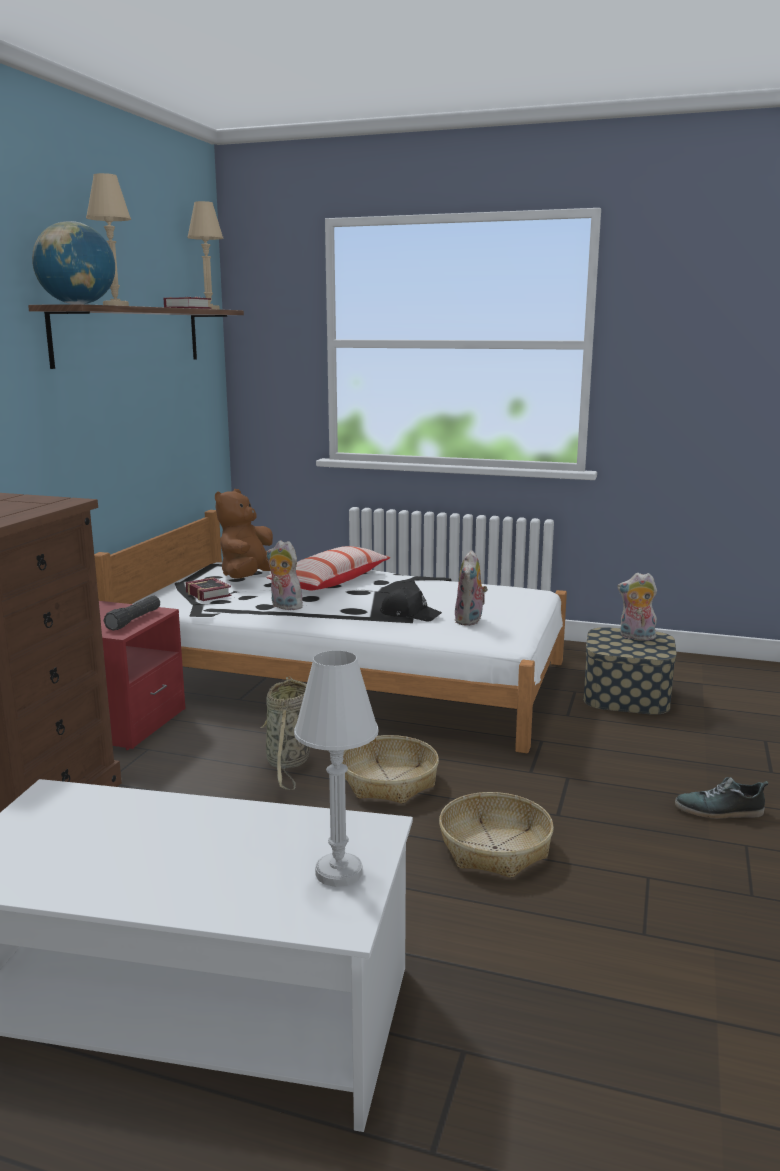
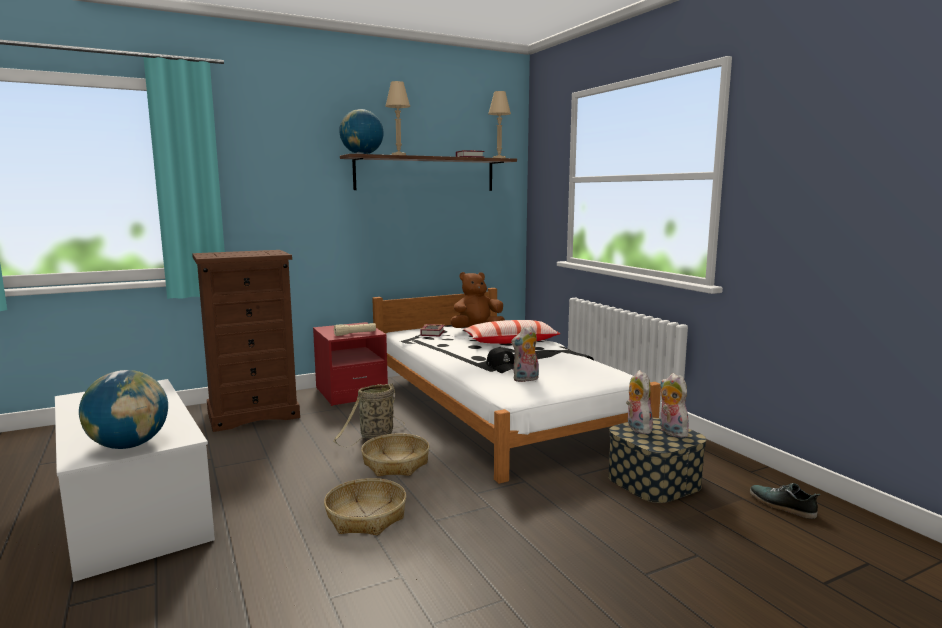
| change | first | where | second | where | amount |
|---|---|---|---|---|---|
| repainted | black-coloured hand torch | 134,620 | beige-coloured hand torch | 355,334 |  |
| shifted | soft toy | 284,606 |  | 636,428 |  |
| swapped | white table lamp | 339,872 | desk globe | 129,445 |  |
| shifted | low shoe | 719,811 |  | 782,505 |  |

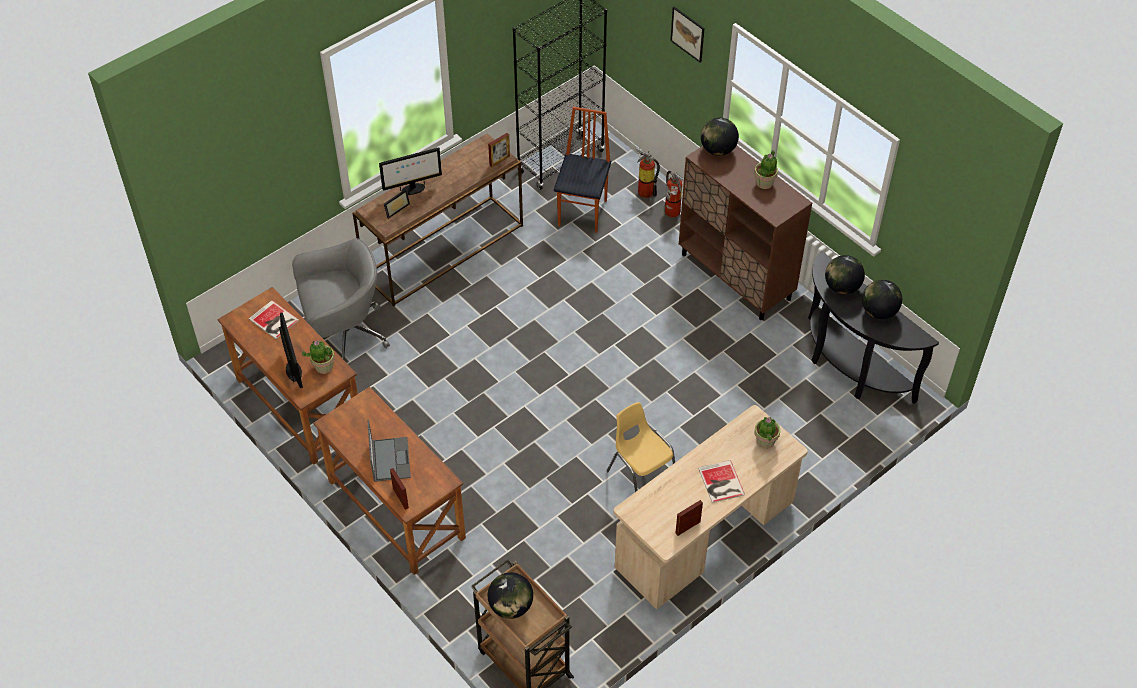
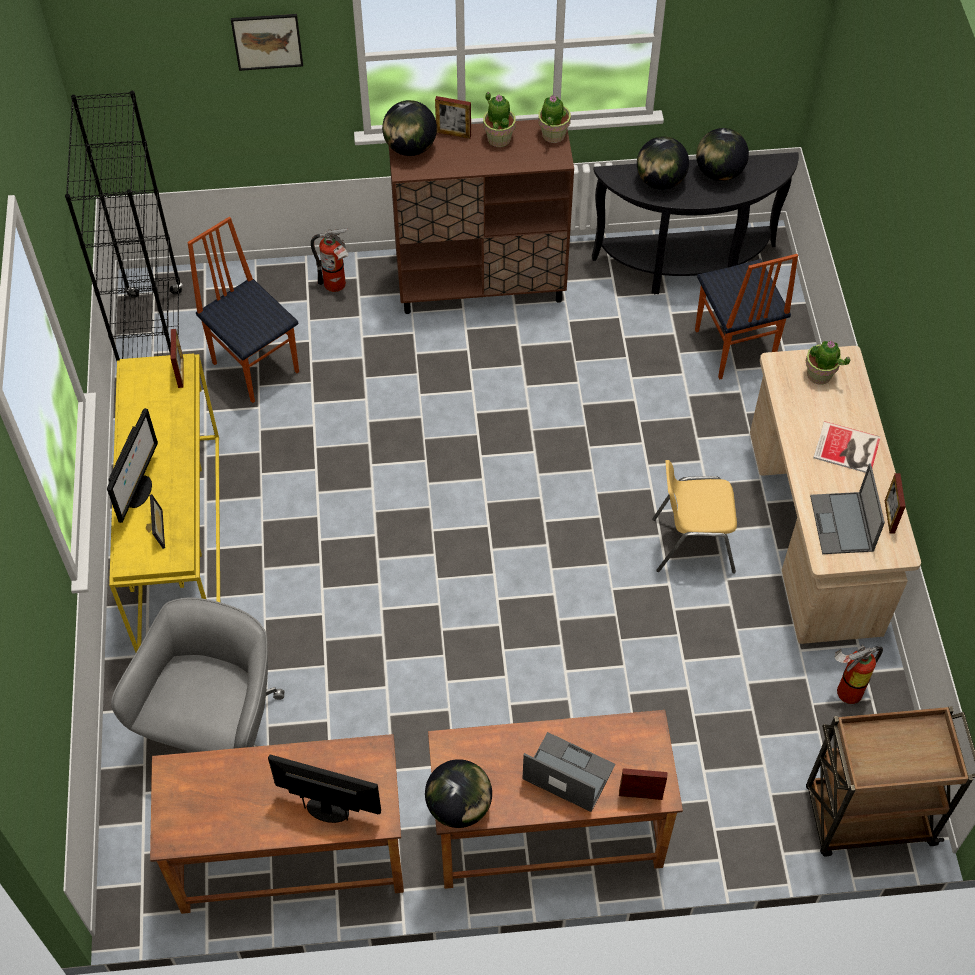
| change | first | where | second | where | amount |
|---|---|---|---|---|---|
| gone | bound book | 274,321 |  |  |  |
| shifted | plant in a pot | 323,366 |  | 553,135 |  |
| repainted | brown console table | 444,249 | yellow-coloured console table | 178,542 |  |
| shifted | desk globe | 511,606 |  | 459,806 |  |
| shifted | fire extinguisher | 644,190 |  | 845,691 |  |
| new |  |  | picture frame | 453,134 |  |
| new |  |  | chair | 732,348 |  |
| new |  |  | laptop | 842,524 |  |

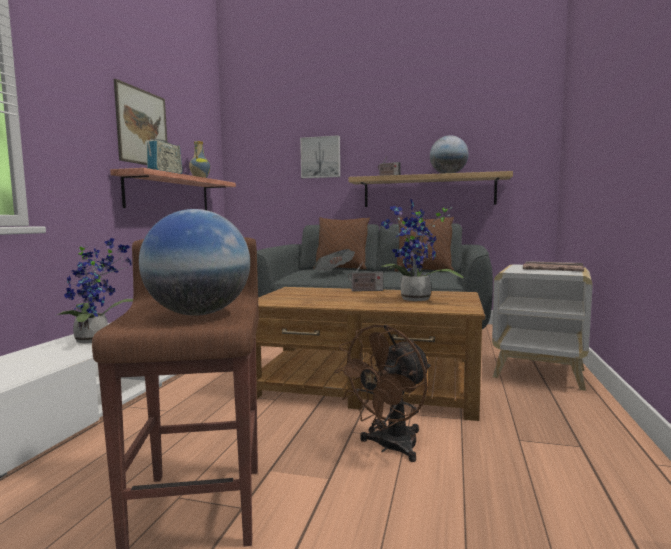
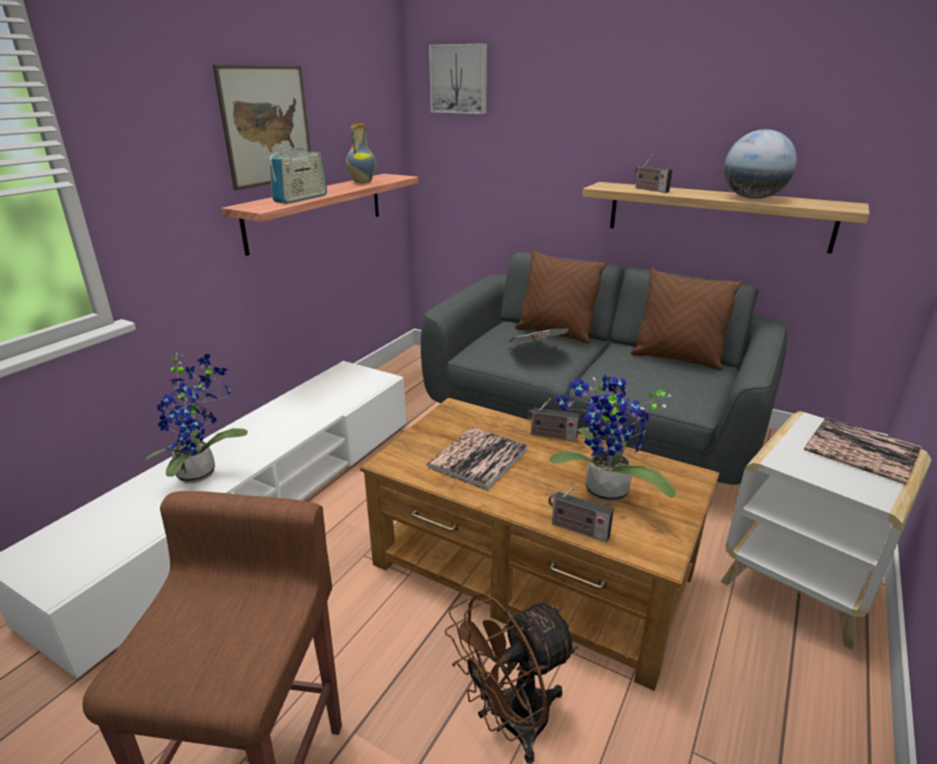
| change | first | where | second | where | amount |
|---|---|---|---|---|---|
| gone | desk globe | 198,314 |  |  |  |
| shifted | picture | 321,157 |  | 459,79 |  |
| new |  |  | bound book | 478,458 |  |
| new |  |  | radio receiver | 577,529 |  |

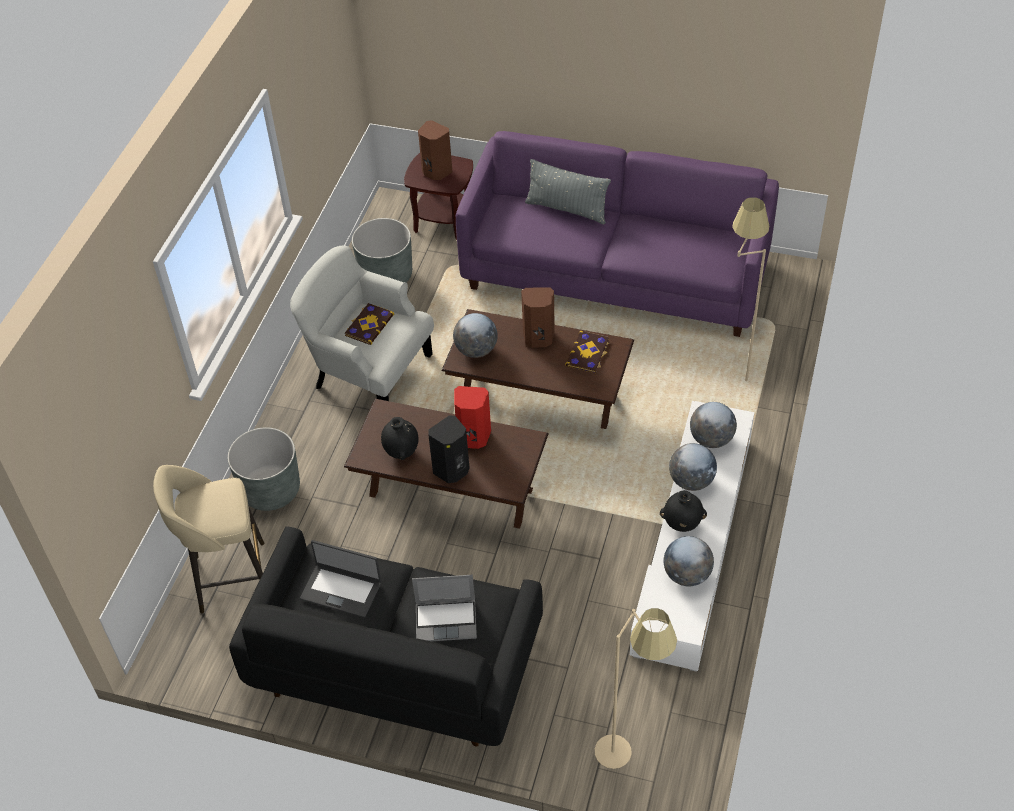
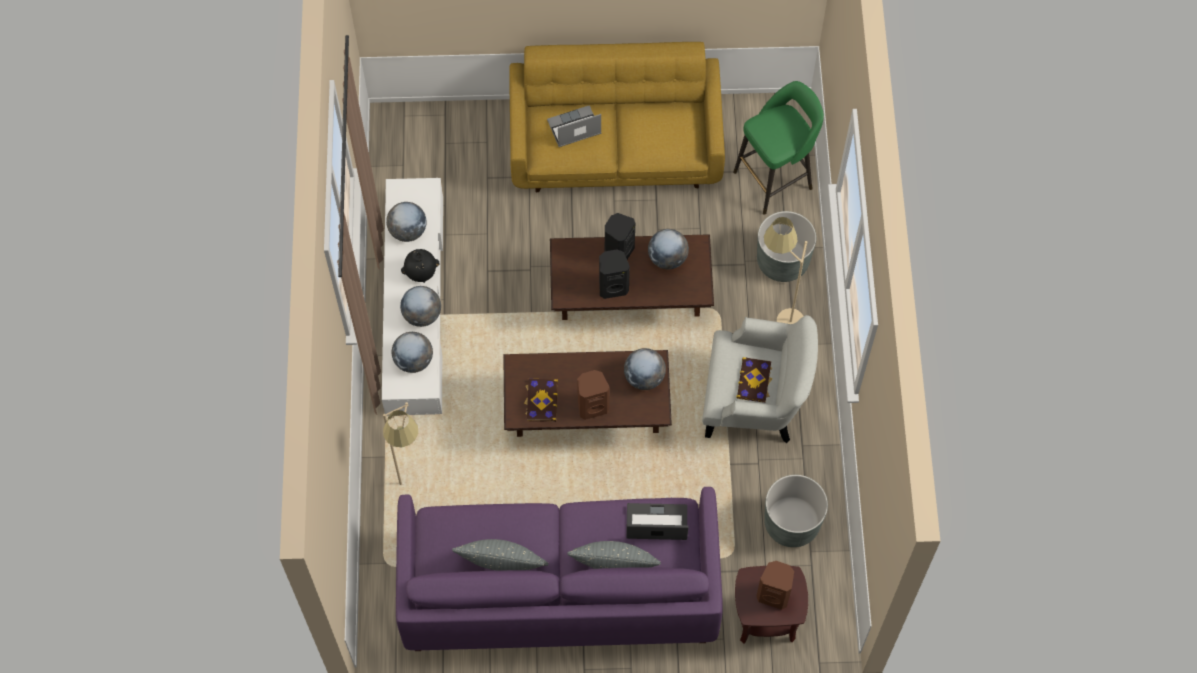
| change | first | where | second | where | amount |
|---|---|---|---|---|---|
| repainted | beige-coloured sitting stool | 229,577 | green sitting stool | 775,179 |  |
| repainted | black-coloured settee | 395,664 | yellow-coloured settee | 616,147 |  |
| shifted | laptop | 341,590 |  | 656,523 |  |
| swapped | black-coloured vase | 401,451 | desk globe | 667,258 |  |
| repainted | red loudspeaker | 473,438 | black-coloured loudspeaker | 612,286 |  |
| shifted | beige-coloured floor lamp | 630,754 |  | 777,322 |  |
| new |  |  | grey cushion | 501,563 |  |

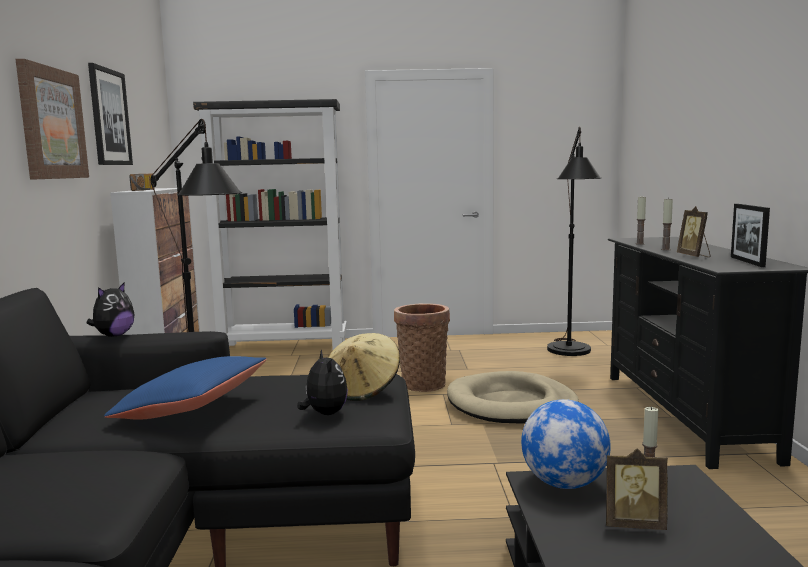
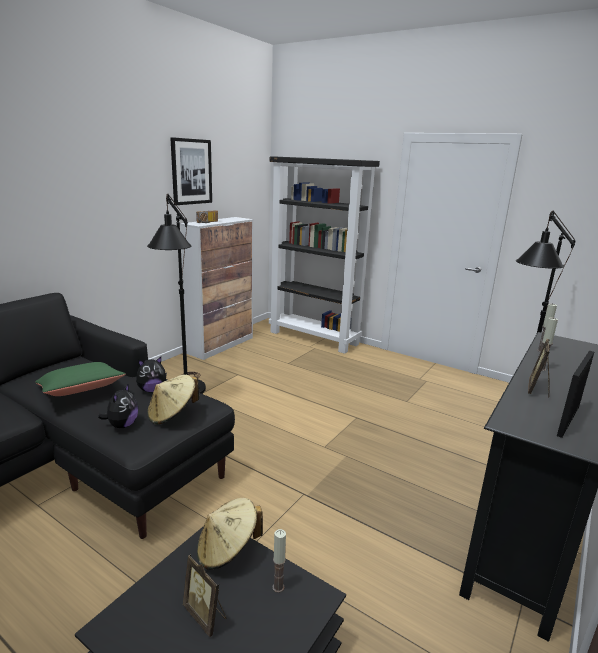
| change | first | where | second | where | amount |
|---|---|---|---|---|---|
| gone | picture | 51,123 |  |  |  |
| shifted | soft toy | 114,335 |  | 152,390 |  |
| repainted | blue-coloured cushion | 191,409 | green cushion | 81,391 |  |
| gone | household basket | 423,383 |  |  |  |
| gone | beige-coloured dog cushion | 511,404 |  |  |  |
| swapped | desk globe | 564,484 | beige-coloured hat | 227,550 |  |

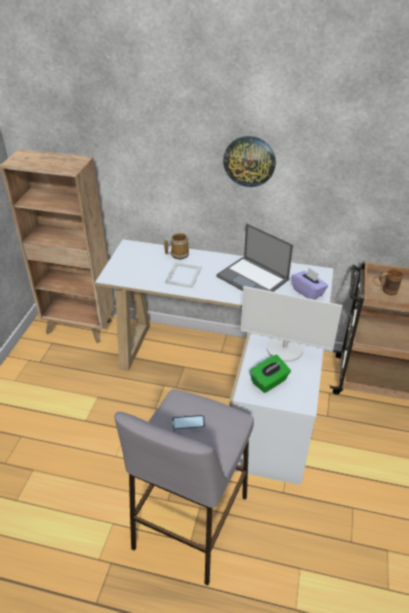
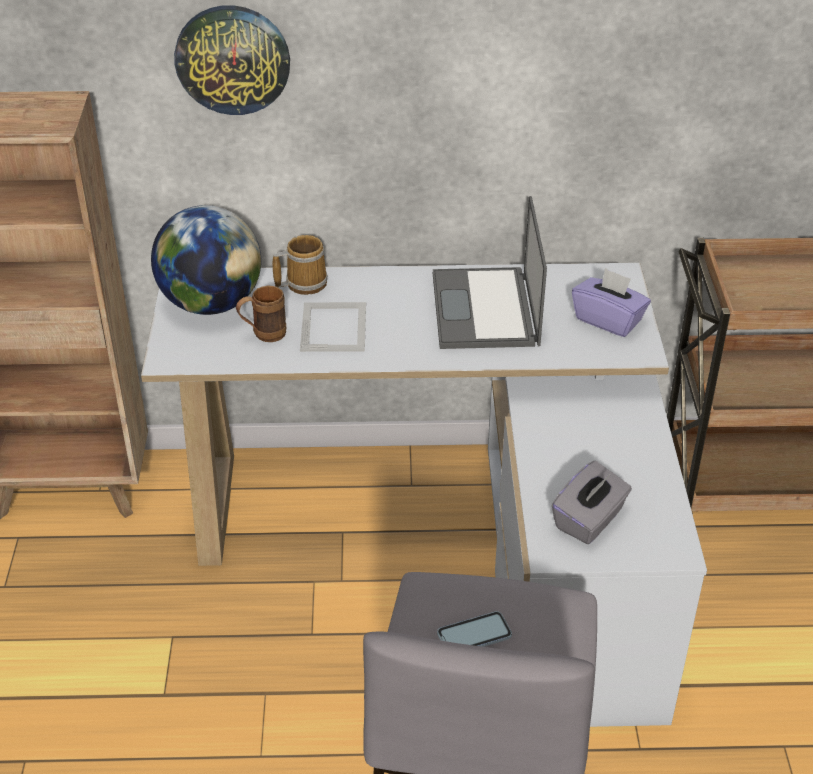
| change | first | where | second | where | amount |
|---|---|---|---|---|---|
| rotated | laptop | 253,278 |  | 485,310 | 60 degrees clockwise |
| shifted | hanging clock | 249,161 |  | 232,59 |  |
| gone | monitor | 285,348 |  |  |  |
| repainted | green box of tissues | 269,382 | grey box of tissues | 589,520 |  |
| shifted | brown mug | 386,291 |  | 263,335 |  |
| new |  |  | desk globe | 211,303 |  |

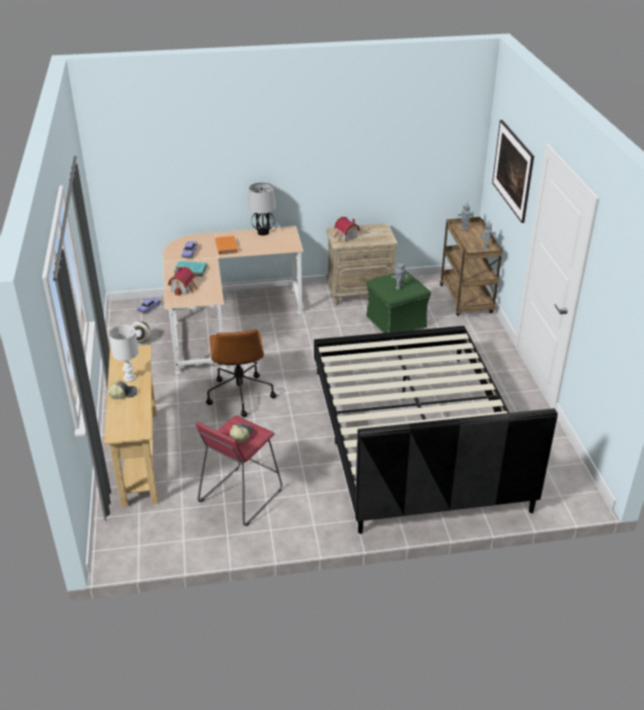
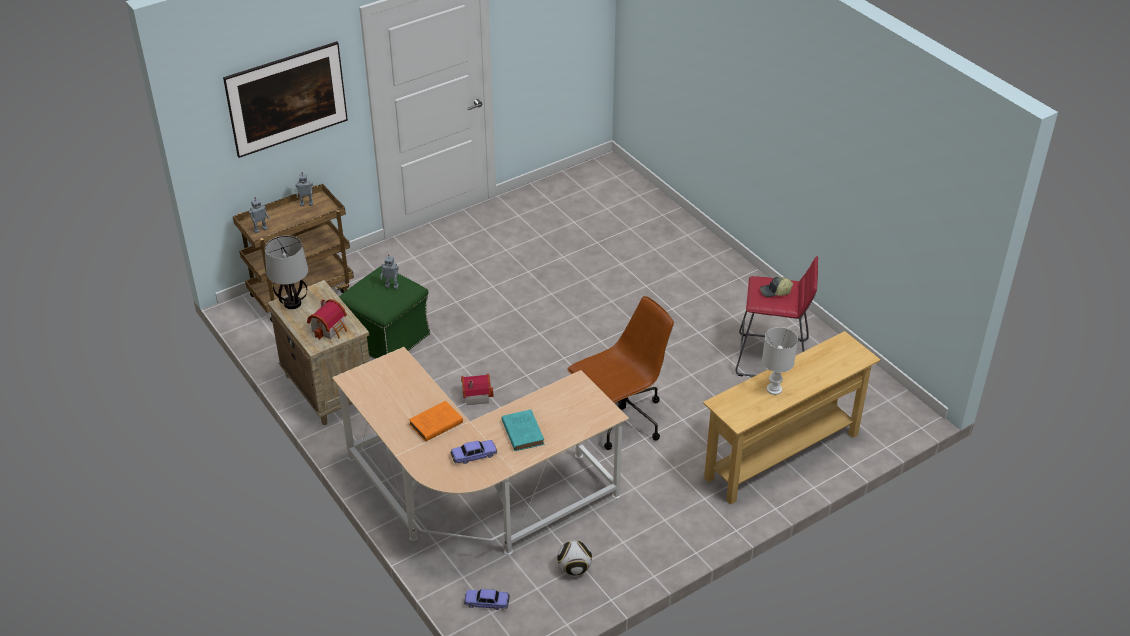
| change | first | where | second | where | amount |
|---|---|---|---|---|---|
| gone | cap | 123,394 |  |  |  |
| shifted | toy house | 184,288 |  | 475,395 |  |
| shifted | table lamp | 263,232 |  | 293,303 |  |
| gone | black-coloured bed | 414,436 |  |  |  |

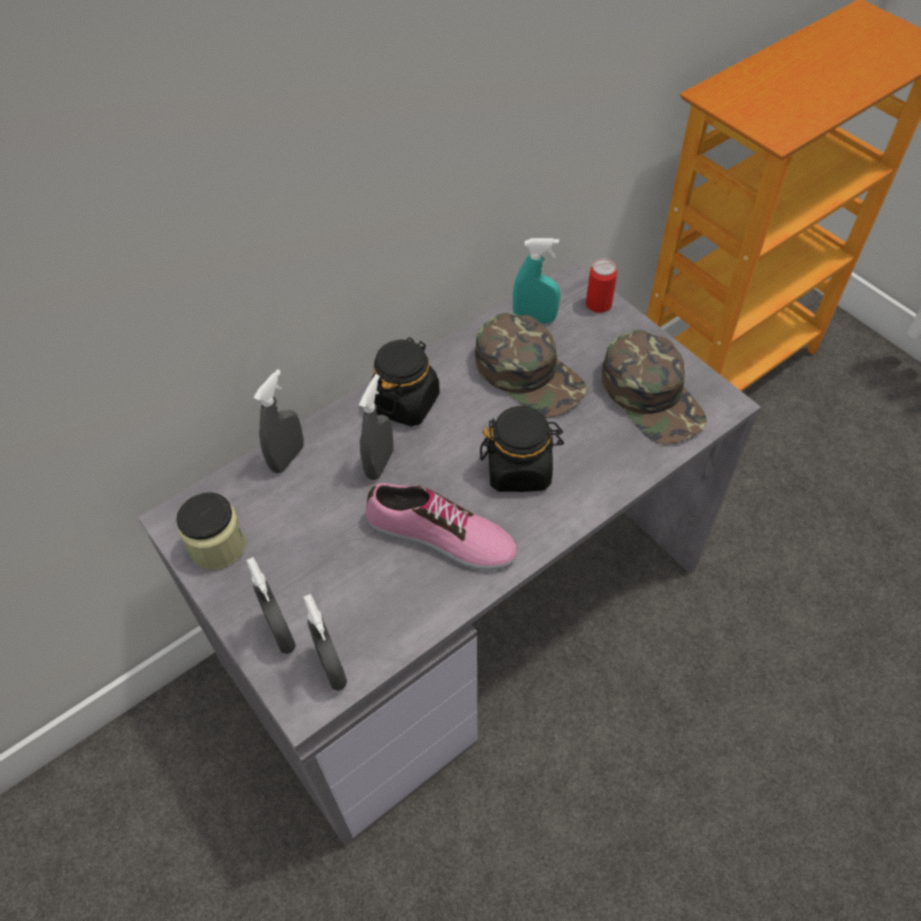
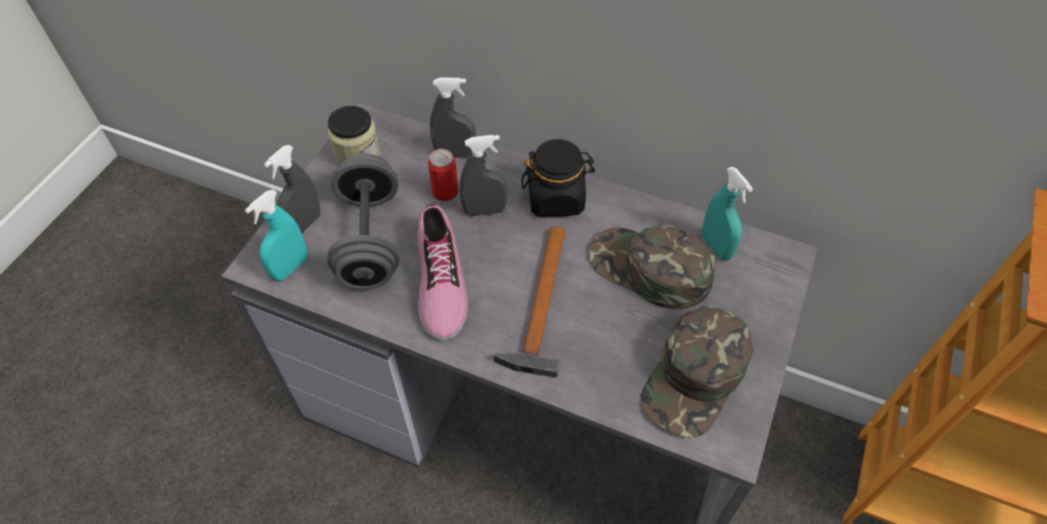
| change | first | where | second | where | amount |
|---|---|---|---|---|---|
| repainted | grey hand sprayer | 332,669 | turquoise-coloured hand sprayer | 290,268 |  |
| rotated | green cap | 529,374 |  | 649,269 | 105 degrees clockwise |
| swapped | black-coloured jar | 519,469 | hand hammer | 539,307 |  |
| shifted | sealed can | 598,304 |  | 445,192 |  |
| new |  |  | grey free weight | 369,240 |  |

